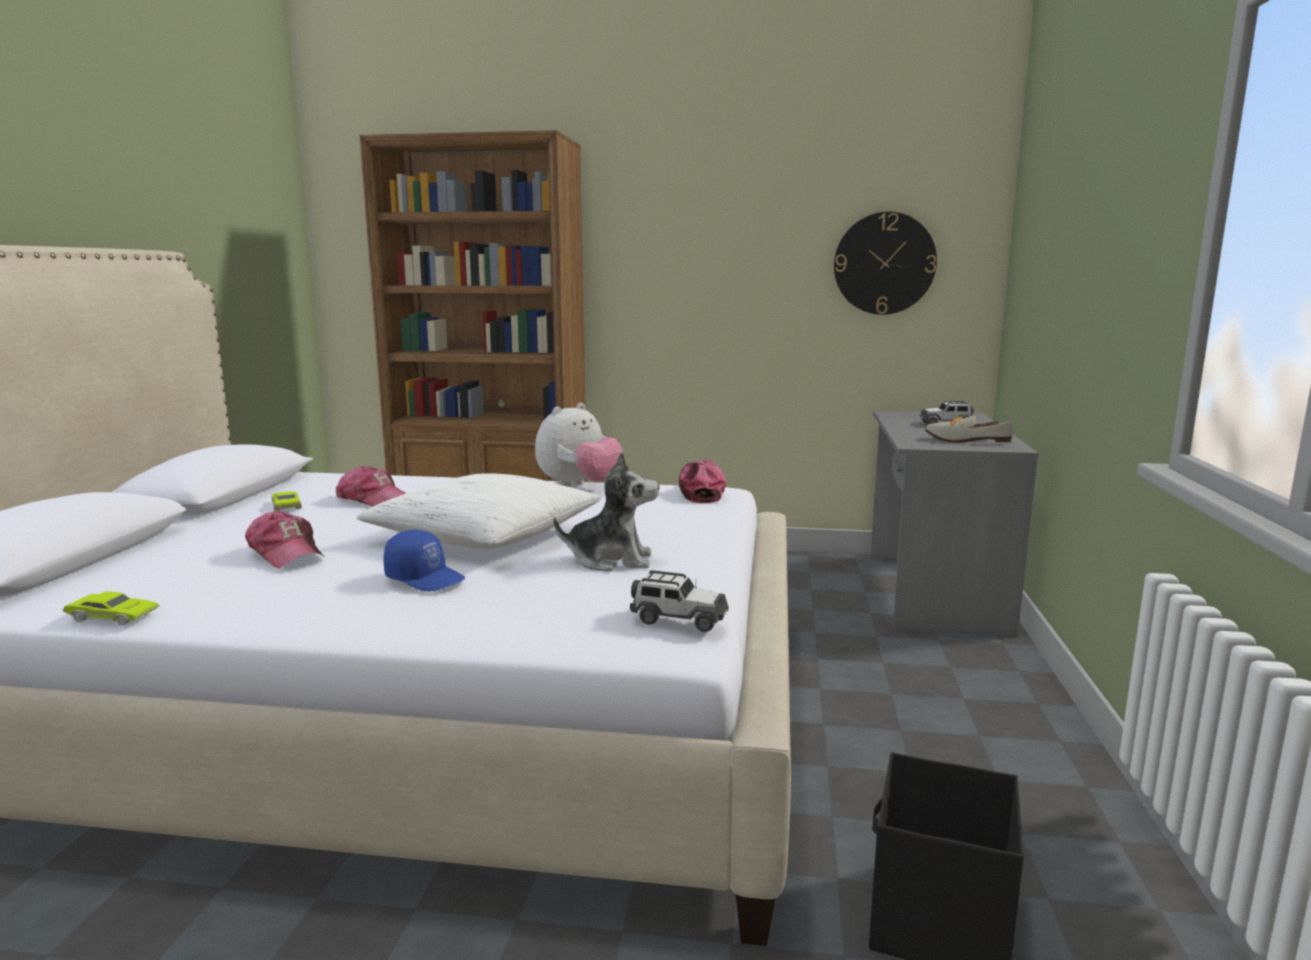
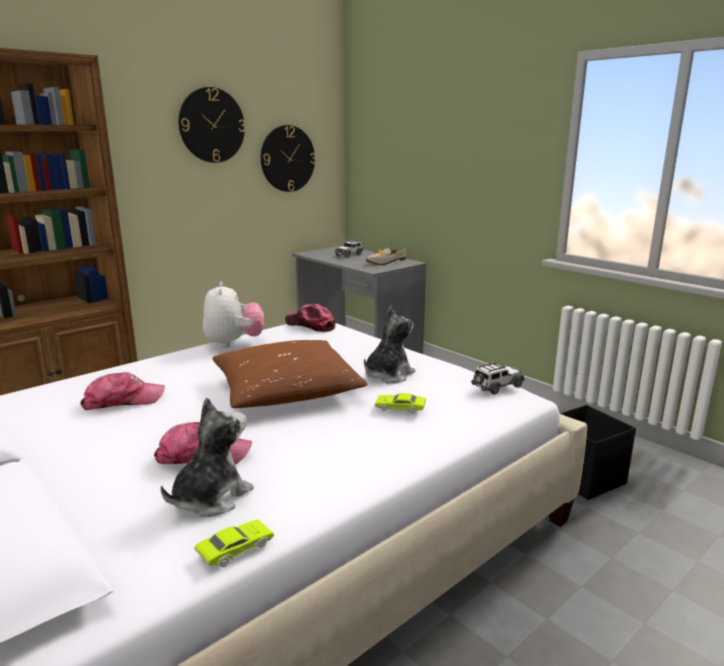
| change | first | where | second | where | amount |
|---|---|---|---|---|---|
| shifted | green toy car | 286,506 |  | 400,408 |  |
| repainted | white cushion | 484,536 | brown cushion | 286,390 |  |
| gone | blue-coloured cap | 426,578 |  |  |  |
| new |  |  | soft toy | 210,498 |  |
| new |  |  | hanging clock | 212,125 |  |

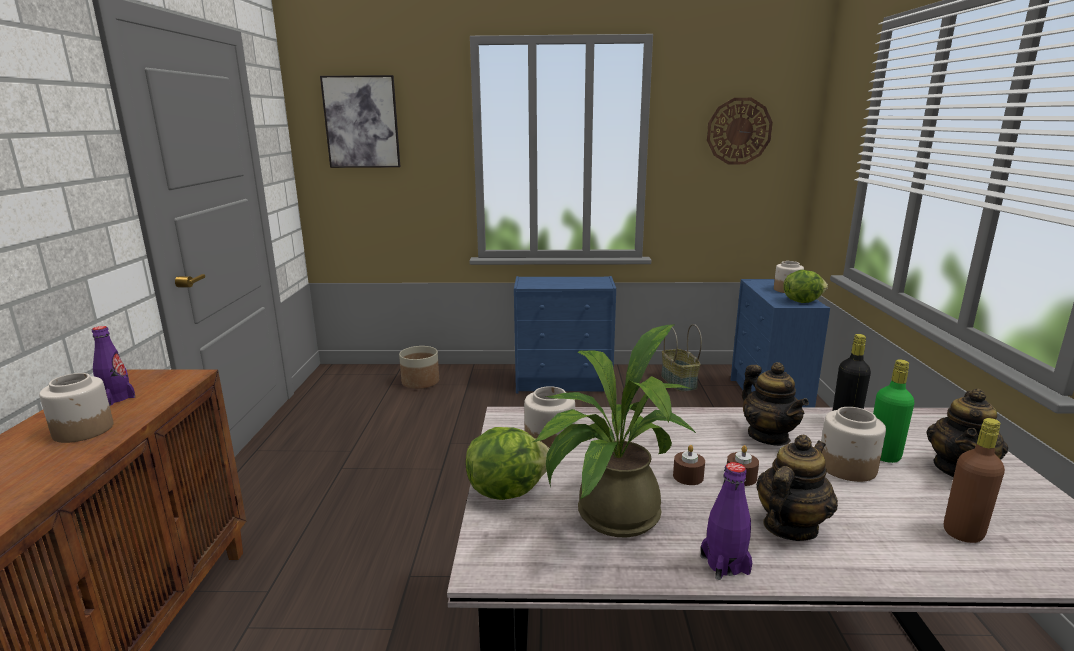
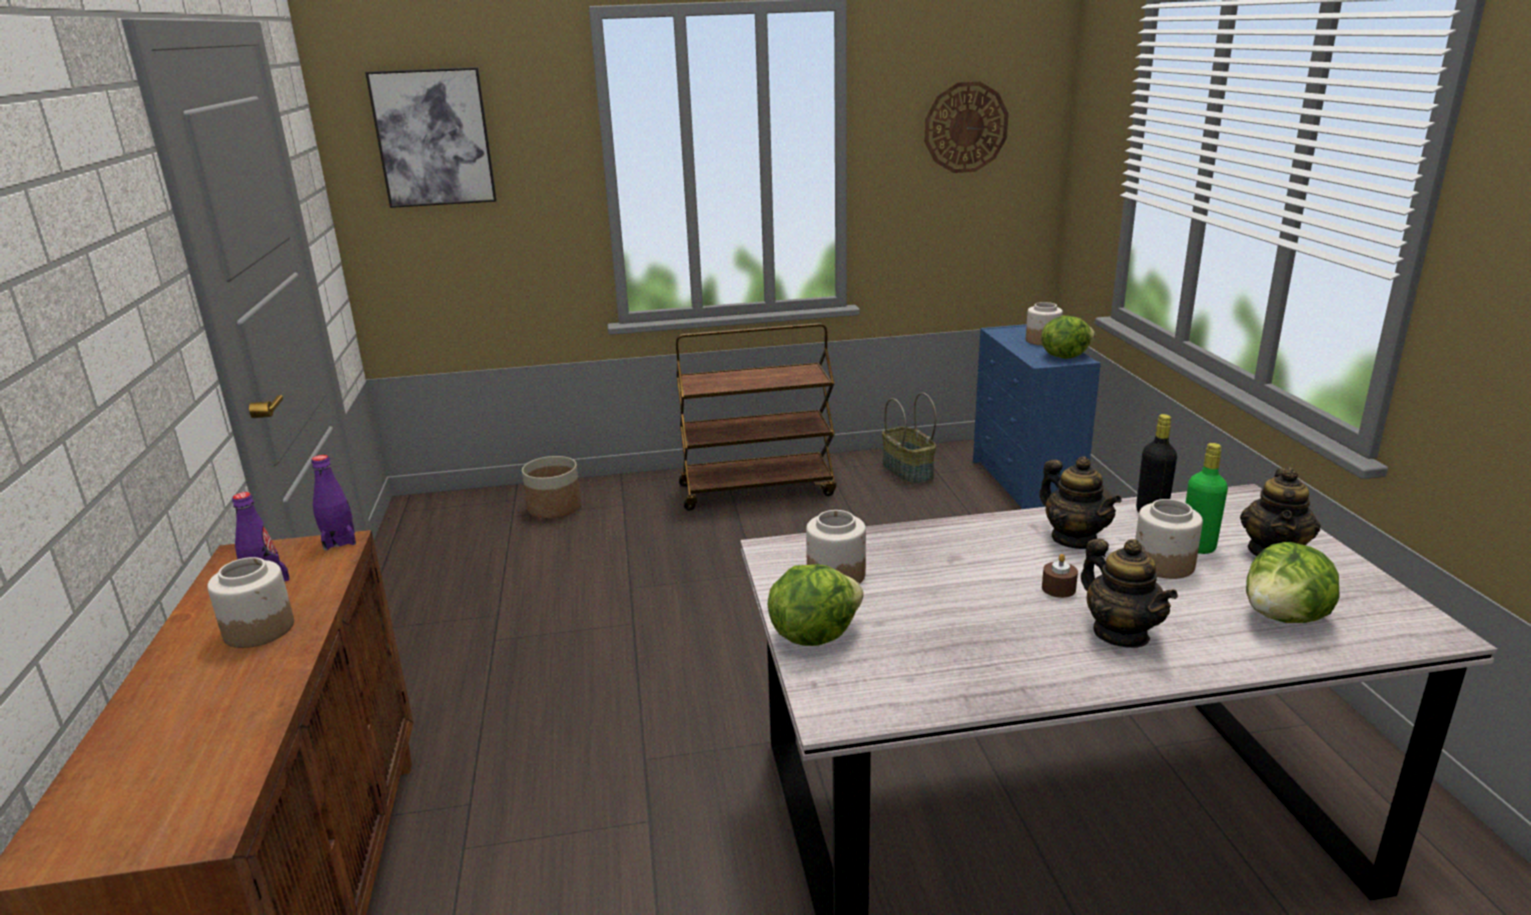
| change | first | where | second | where | amount |
|---|---|---|---|---|---|
| swapped | blue-coloured chest of drawers | 565,383 | brown trolley | 757,489 |  |
| gone | plant in a pot | 609,518 |  |  |  |
| gone | brown wax light | 688,476 |  |  |  |
| shifted | purplish drink bottle | 724,564 |  | 339,541 |  |
| rotated | teapot | 789,526 |  | 1121,634 | 120 degrees clockwise |
| swapped | brown drink bottle | 963,533 | lettuce | 1285,617 |  |

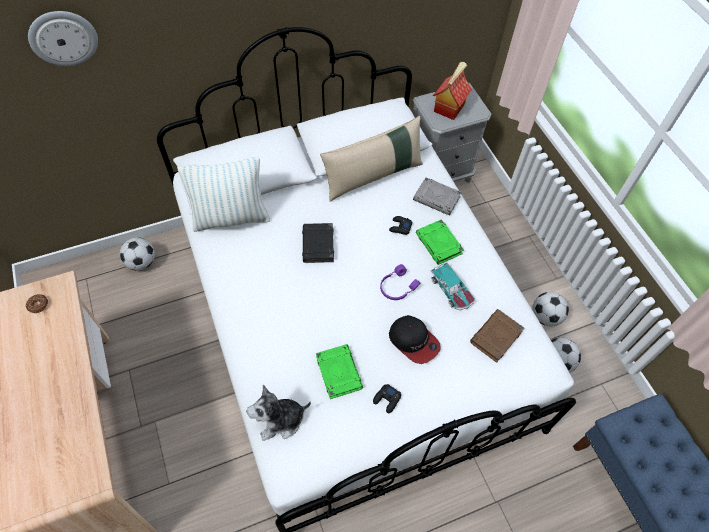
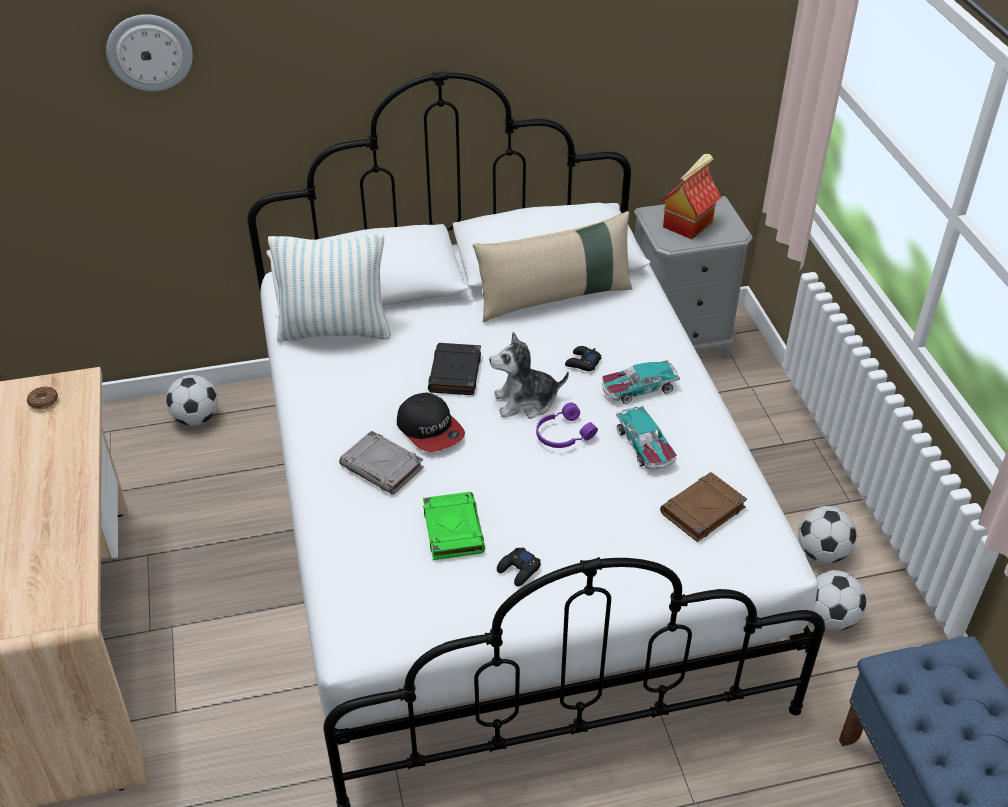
| change | first | where | second | where | amount |
|---|---|---|---|---|---|
| shifted | soft toy | 280,420 |  | 526,402 |  |
| shifted | cap | 414,341 |  | 430,429 |  |
| shifted | grey bound book | 437,199 |  | 383,467 |  |
| swapped | green bound book | 439,244 | toy car | 638,388 |  |

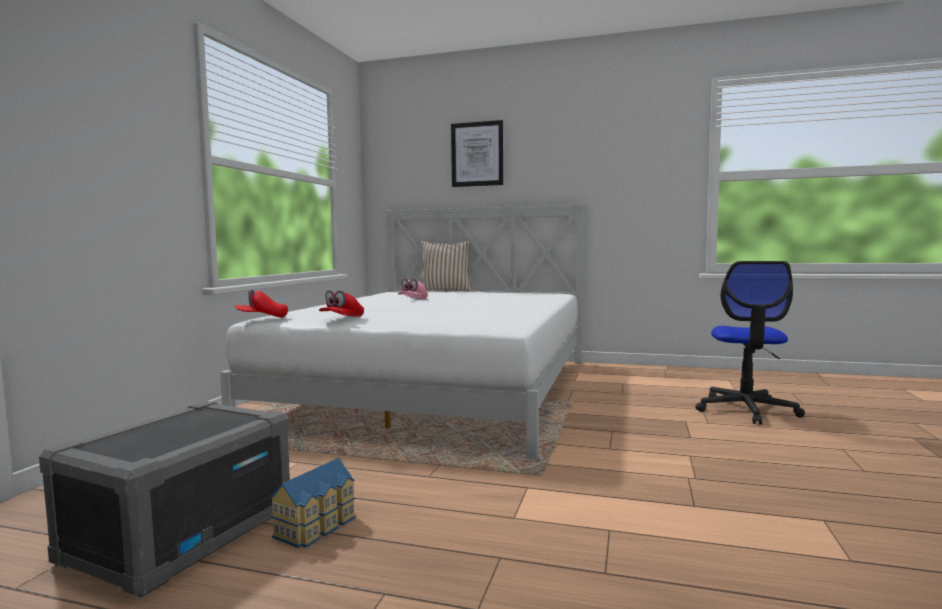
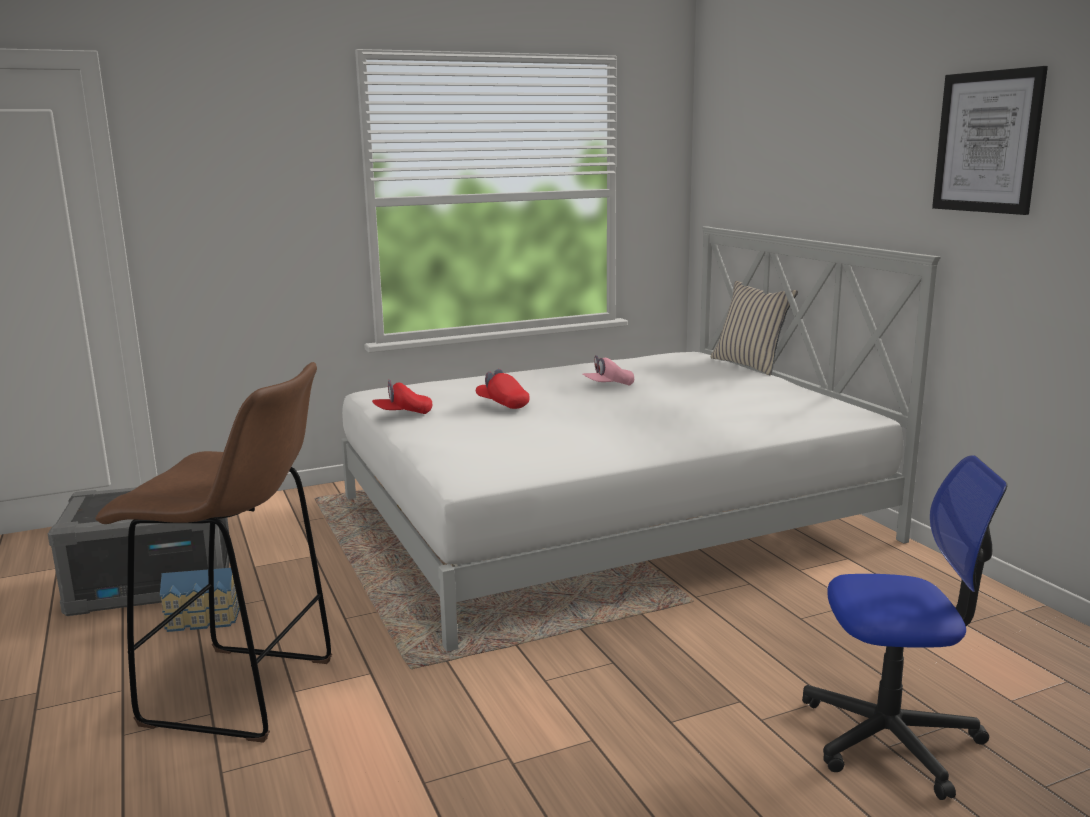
| change | first | where | second | where | amount |
|---|---|---|---|---|---|
| shifted | red cap | 262,318 |  | 502,404 |  |
| shifted | picture | 477,154 |  | 987,142 |  |
| rotated | desk chair | 746,410 |  | 890,737 | 150 degrees counterclockwise |
| new |  |  | brown sitting stool | 245,693 |  |

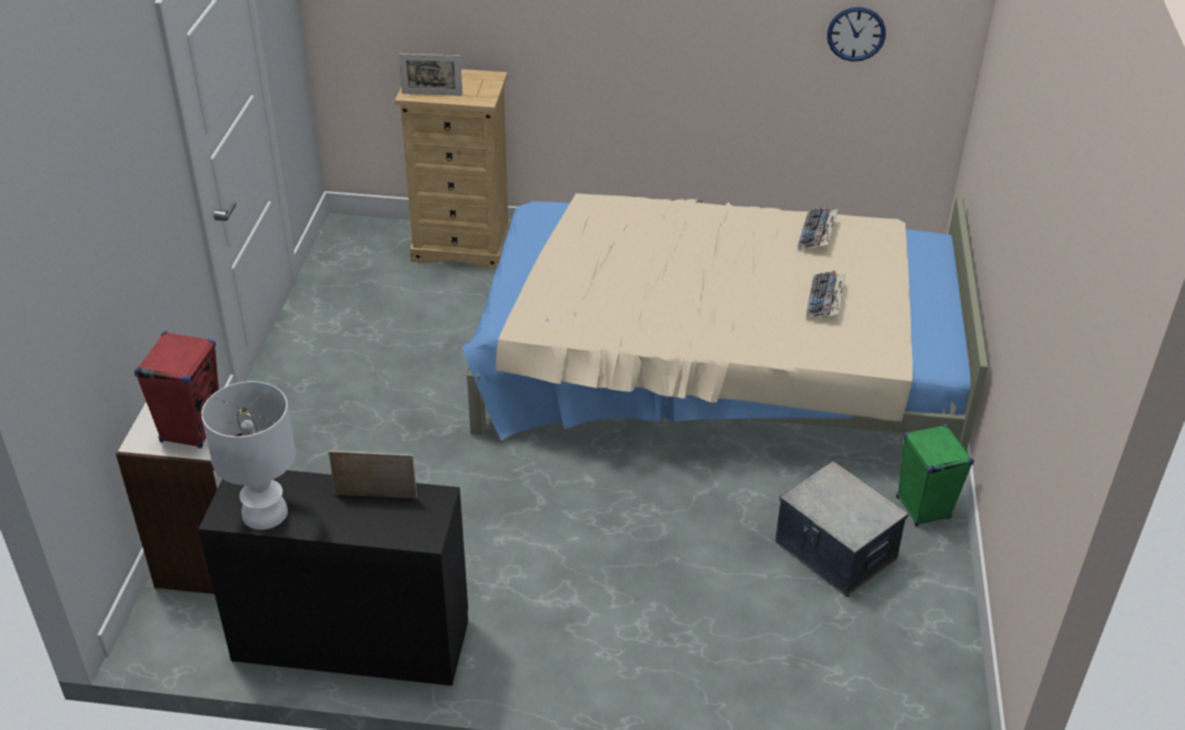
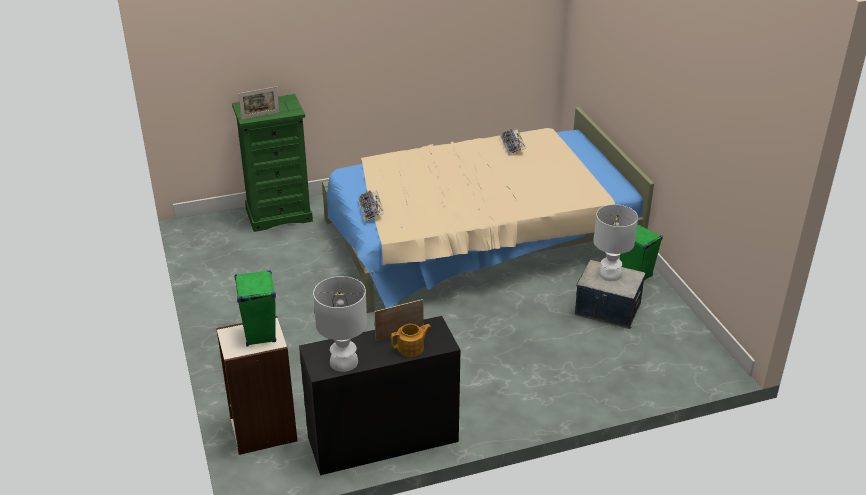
| change | first | where | second | where | amount |
|---|---|---|---|---|---|
| repainted | red loudspeaker | 191,429 | green loudspeaker | 259,334 |  |
| repainted | beige-coloured chest of drawers | 462,246 | green chest of drawers | 279,215 |  |
| shifted | computer keyboard | 825,302 |  | 371,209 |  |
| gone | hanging clock | 856,34 |  |  |  |
| new |  |  | teapot | 411,348 |  |
| new |  |  | white table lamp | 609,274 |  |

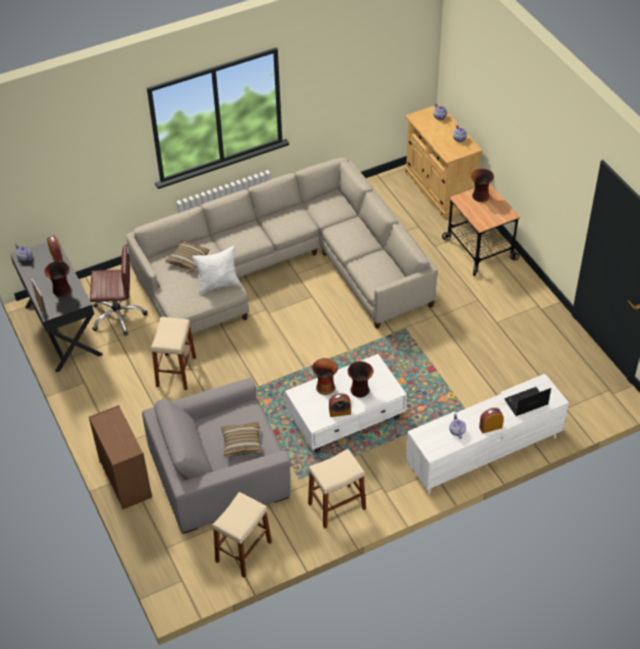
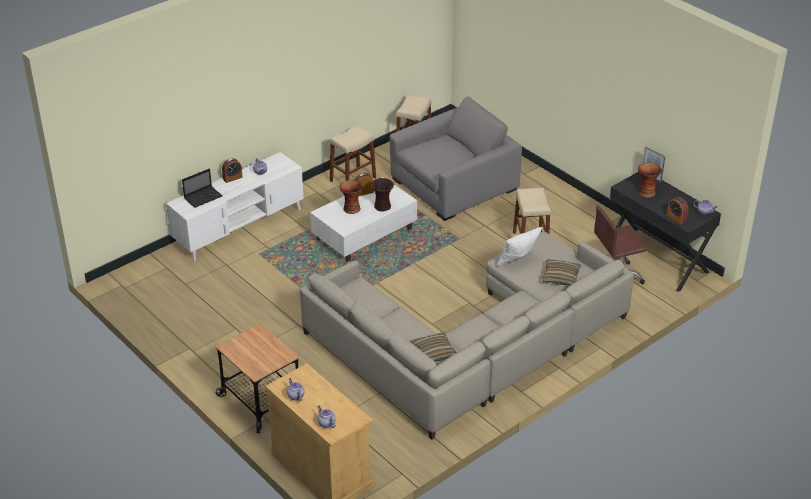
| change | first | where | second | where | amount |
|---|---|---|---|---|---|
| gone | brown chest of drawers | 125,478 |  |  |  |
| shifted | cushion | 242,443 |  | 434,353 |  |
| gone | vase | 480,197 |  |  |  |

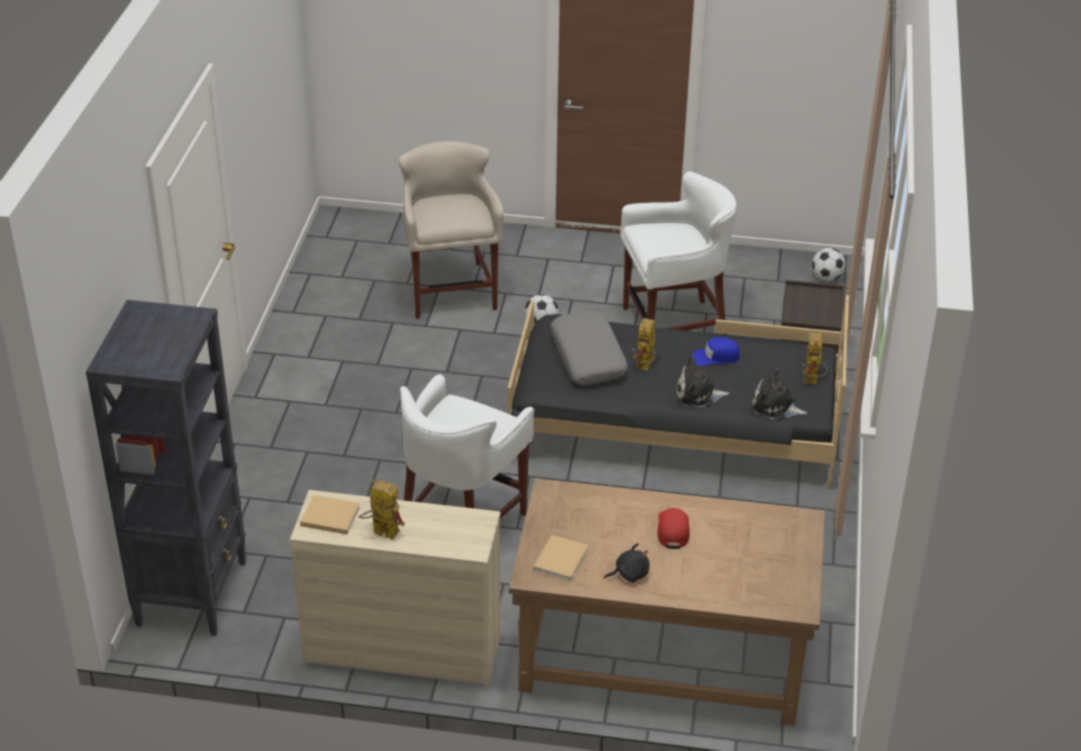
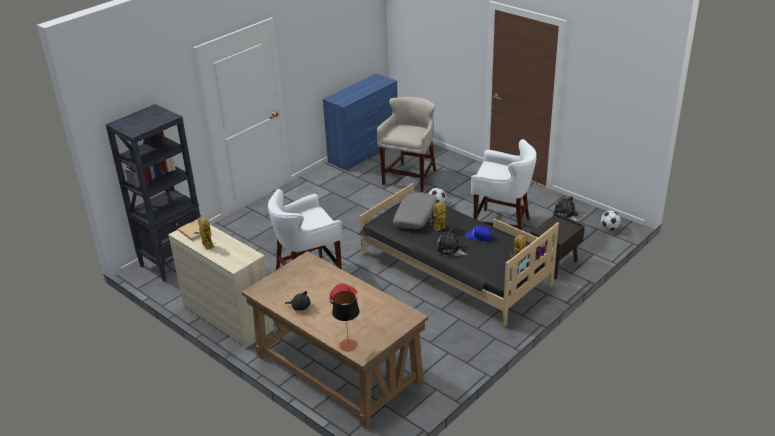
| change | first | where | second | where | amount |
|---|---|---|---|---|---|
| gone | beige-coloured bound book | 562,559 |  |  |  |
| shifted | soft toy | 775,407 |  | 566,215 |  |
| new |  |  | blue-coloured chest of drawers | 364,152 |  |
| new |  |  | table lamp | 348,345 |  |

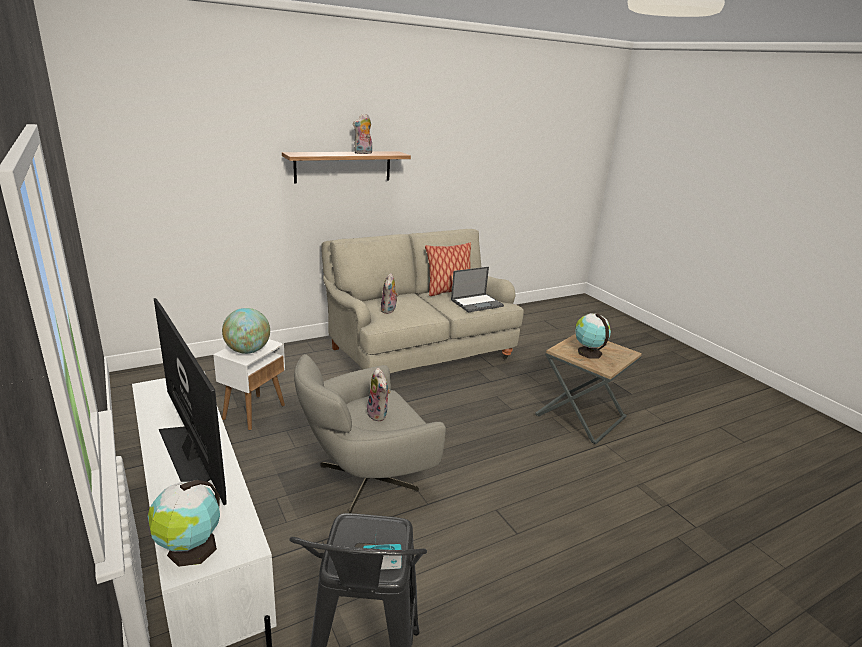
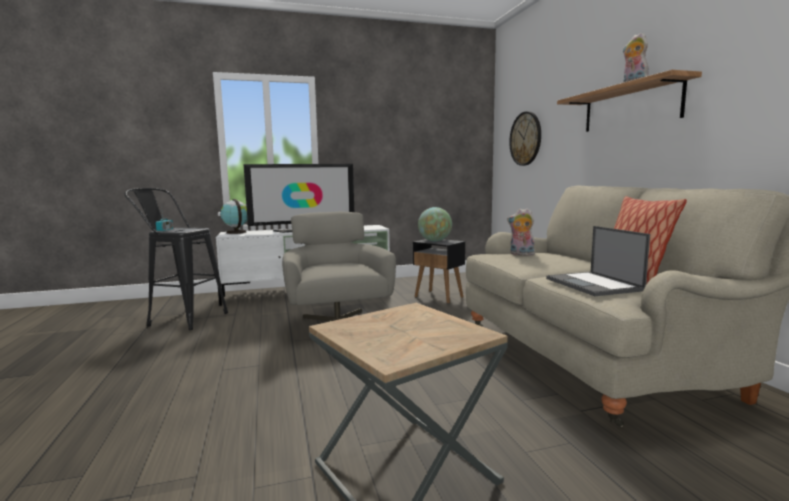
| change | first | where | second | where | amount |
|---|---|---|---|---|---|
| repainted | white side table | 254,412 | black-coloured side table | 439,297 |  |
| gone | soft toy | 379,414 |  |  |  |
| gone | desk globe | 588,352 |  |  |  |
| new |  |  | hanging clock | 525,138 |  |

